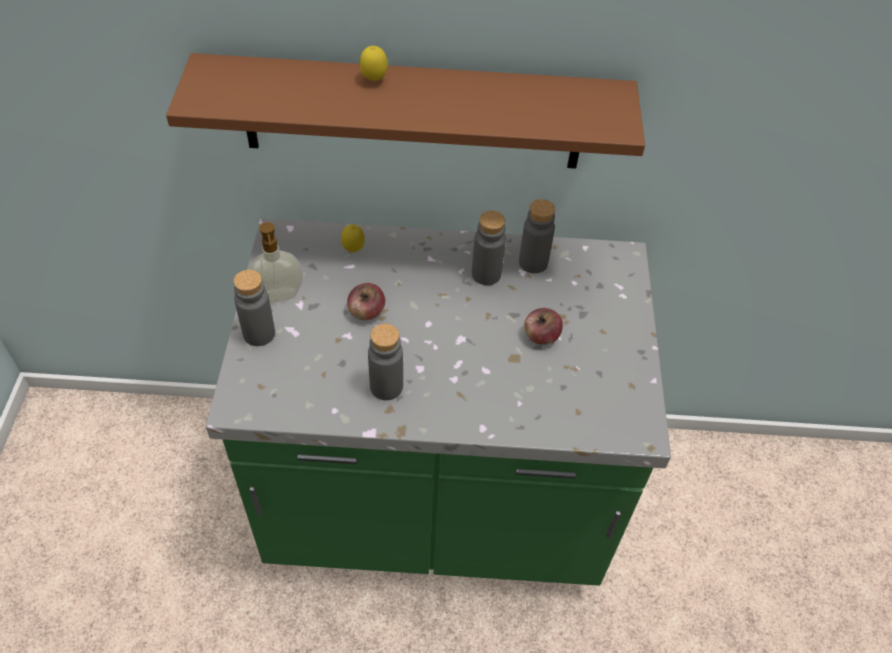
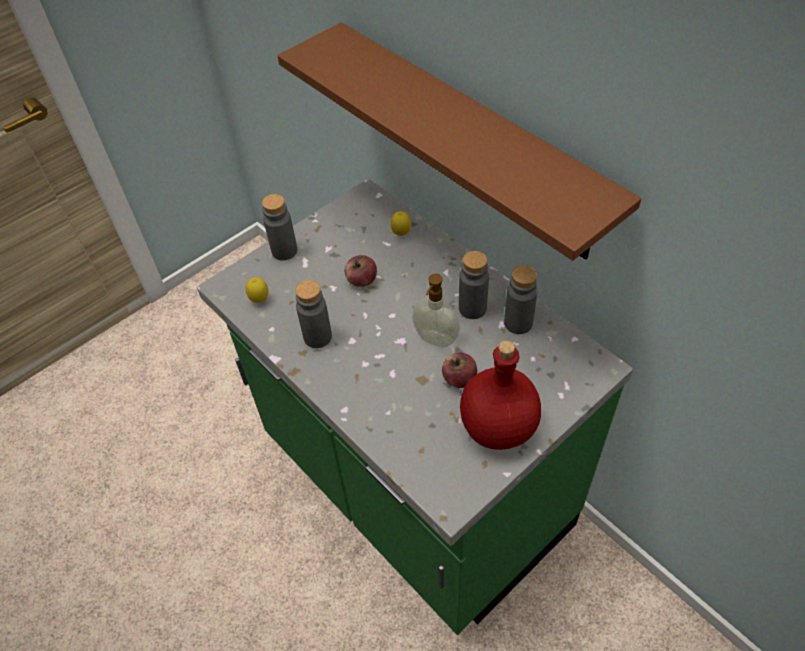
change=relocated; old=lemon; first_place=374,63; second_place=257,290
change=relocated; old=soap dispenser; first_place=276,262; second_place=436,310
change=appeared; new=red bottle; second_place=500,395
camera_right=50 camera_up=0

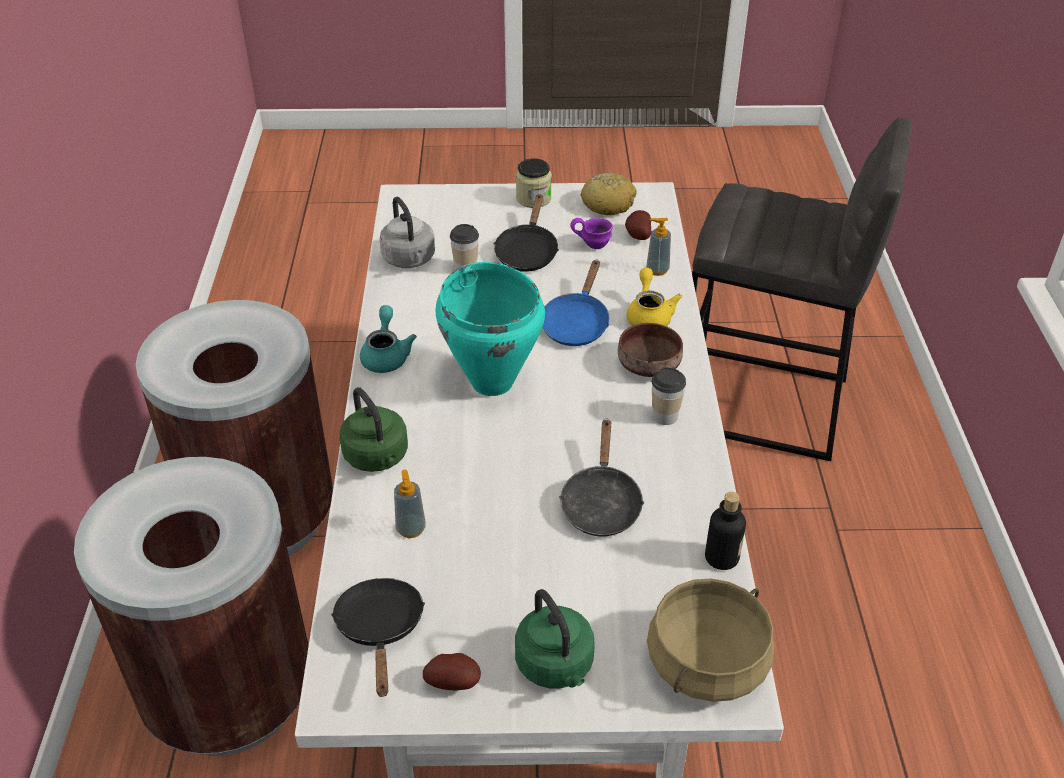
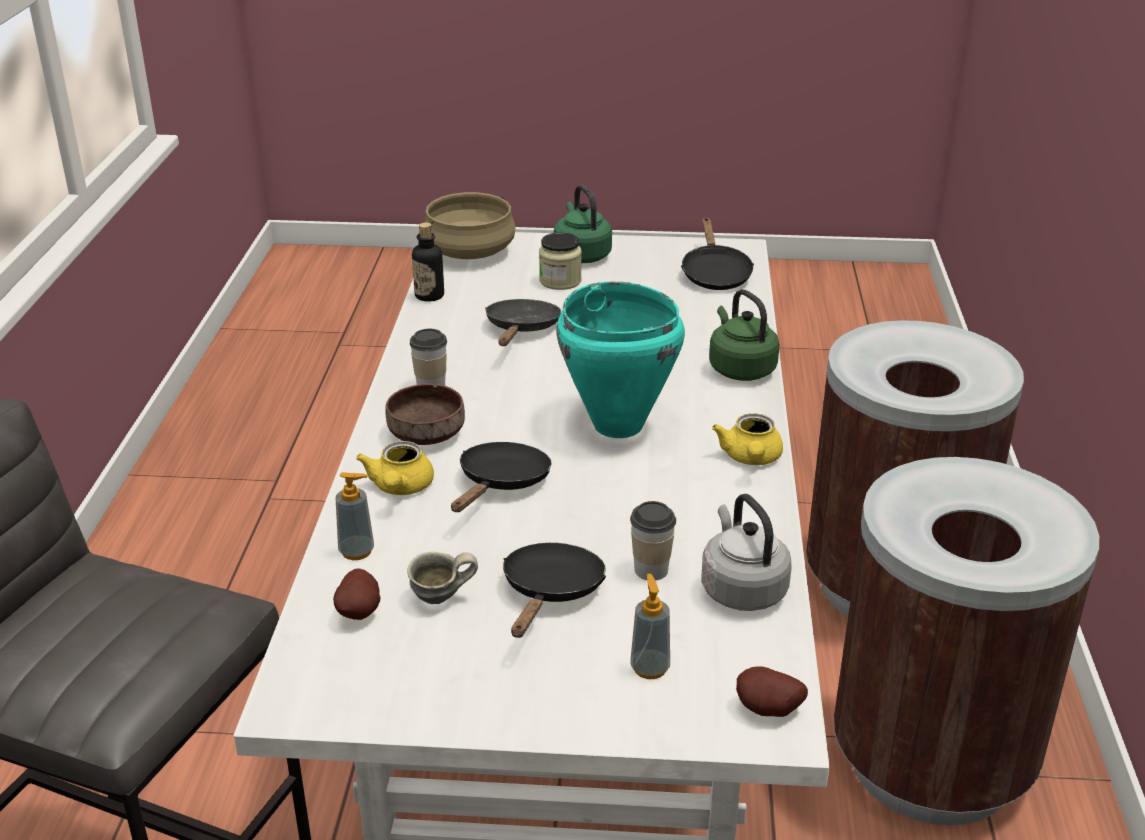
change=colour; old=purple mug; new=grey mug; first_place=591,233; second_place=442,578
change=colour; old=blue frying pan; new=black frying pan; first_place=575,302; second_place=501,477
change=relocated; old=jar; first_place=534,183; second_place=560,261
change=relocated; old=soap dispenser; first_place=410,504; second_place=650,626
change=colour; old=turquoise teapot; new=yellow teapot; first_place=388,339; second_place=747,439
change=relocated; old=potato; first_place=452,672; second_place=772,691
change=missing; old=bread; first_place=608,194
camera_right=-175 camera_up=-10

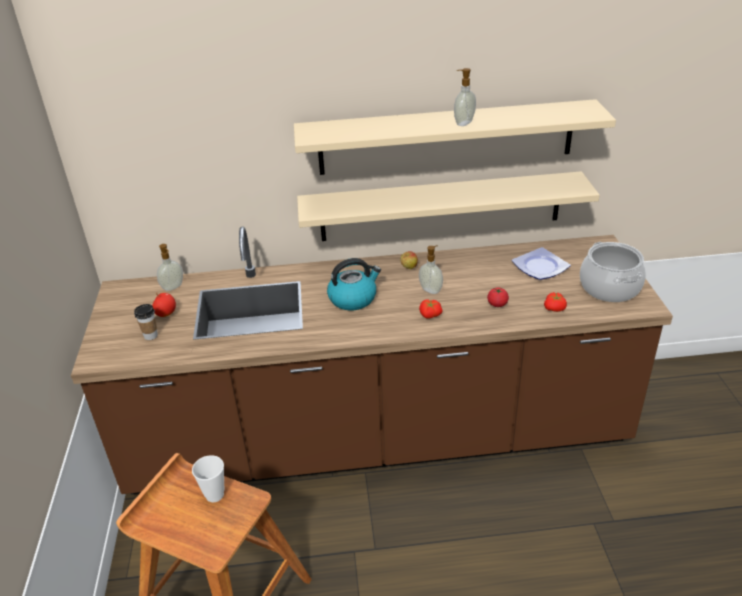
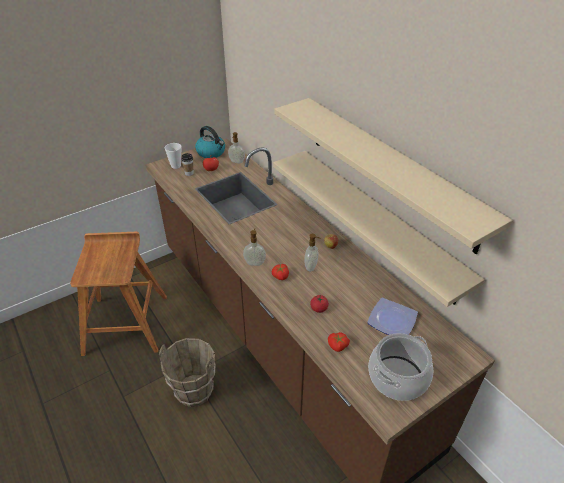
change=appeared; new=brown bucket; second_place=187,372
change=relocated; old=cup; first_place=208,478; second_place=173,156
change=relocated; old=kettle; first_place=354,284; second_place=210,142
change=relocated; old=soap dispenser; first_place=465,97; second_place=254,247
camera_right=60 camera_up=5

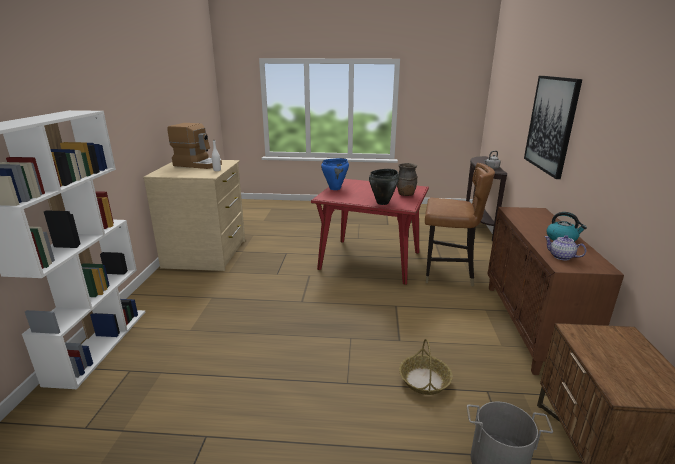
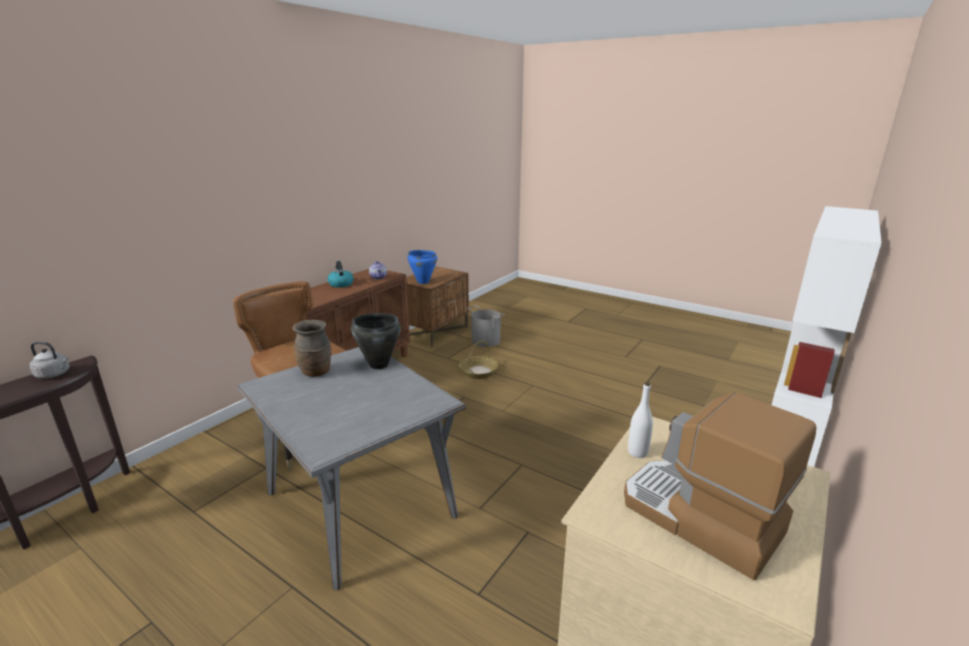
change=colour; old=red dining table; new=grey dining table; first_place=370,232; second_place=351,468
change=relocated; old=blue cooking pot; first_place=335,174; second_place=422,267
change=missing; old=picture; first_place=553,127
camera_right=-150 camera_up=0

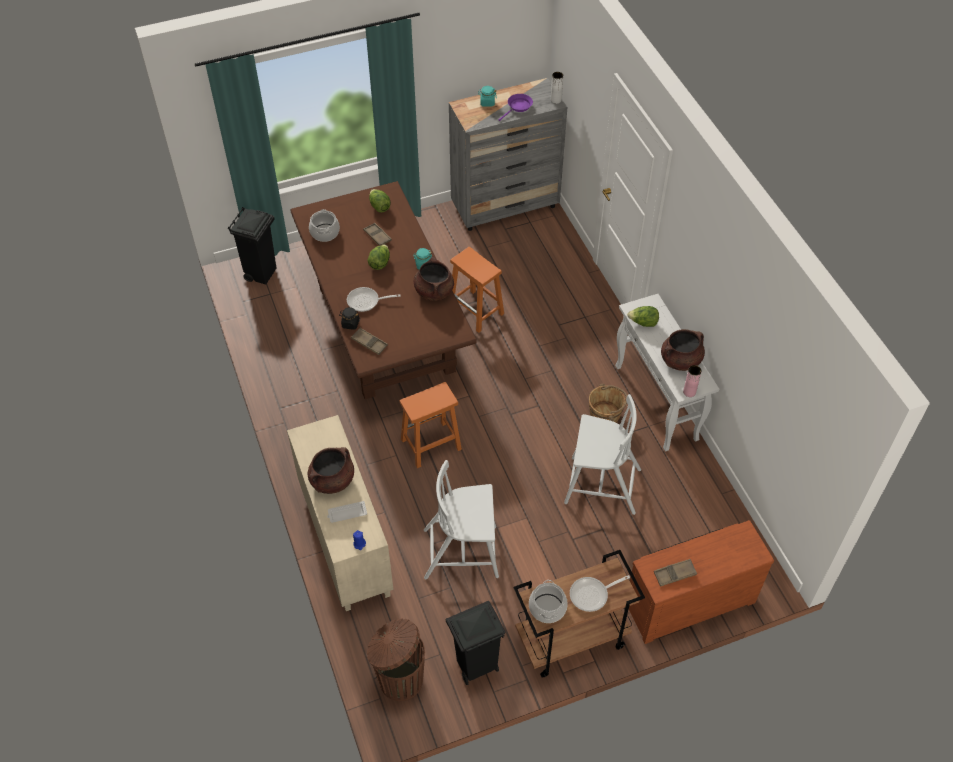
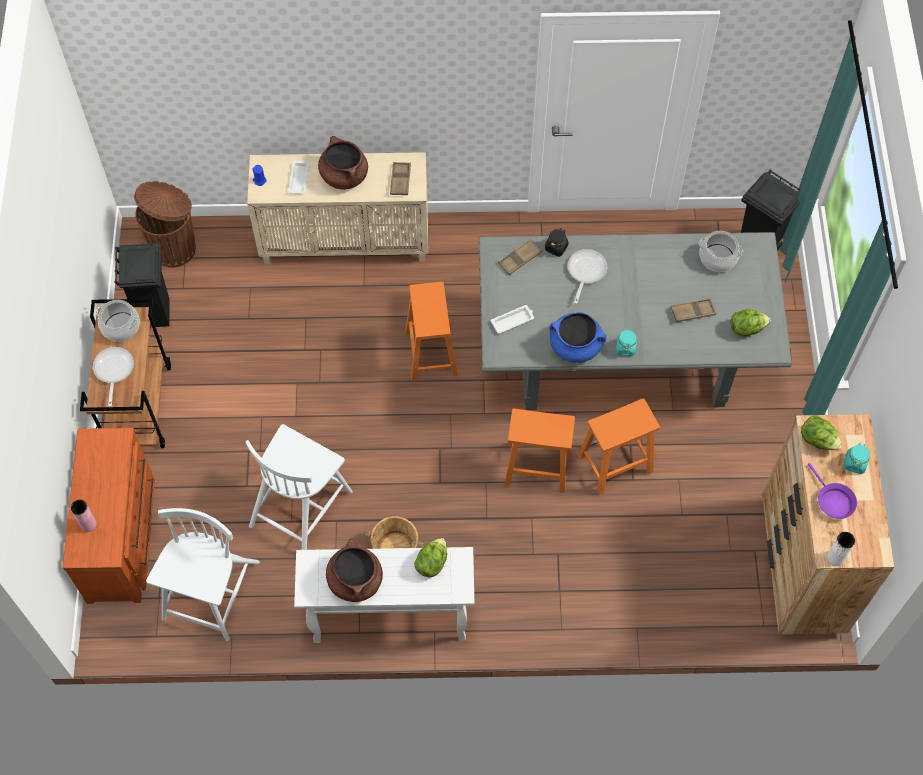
change=relocated; old=pink vase; first_place=692,381; second_place=84,516
change=relocated; old=white chair; first_place=461,519; second_place=203,574
change=relocated; old=brown tray; first_place=675,573; second_place=400,178
change=colour; old=brown dining table; new=grey dining table; first_place=383,290; second_place=635,321
change=appeared; new=white tray; second_place=512,319
change=appeared; new=orange stool; second_place=540,451
change=colour; old=brown cooking pot; new=blue cooking pot; first_place=434,279; second_place=578,337
change=colour; old=grey dresser; new=brown dresser; first_place=508,154; second_place=828,524
change=relocated; old=lettuce; first_place=378,257; second_place=821,433
camera_right=110 camera_up=10

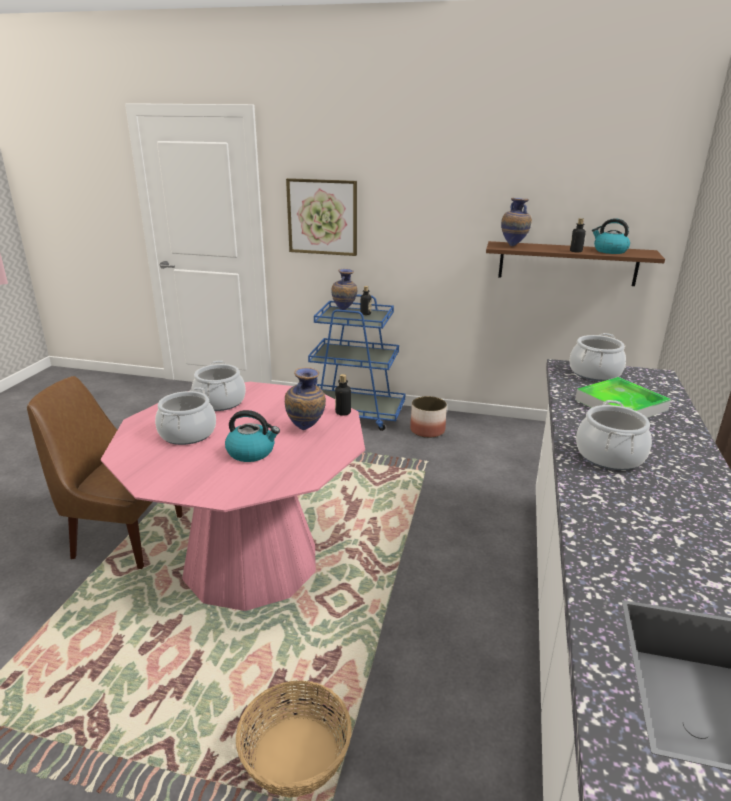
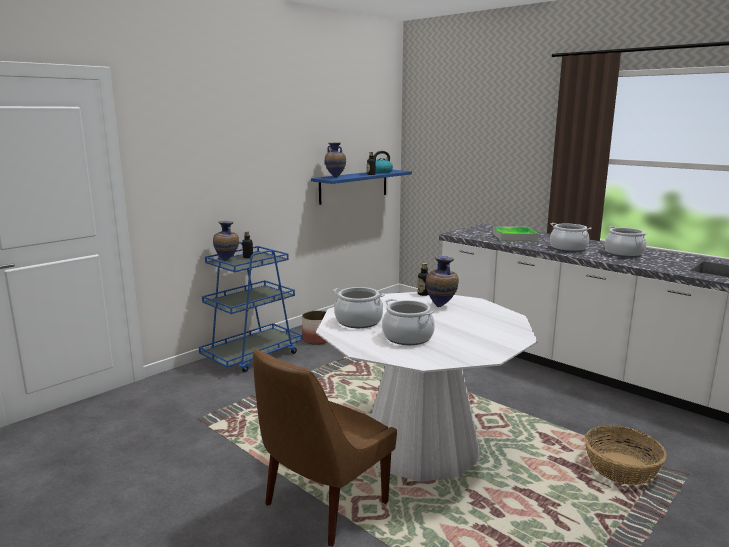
change=colour; old=brown shelf; new=blue shelf; first_place=575,263; second_place=361,187
change=colour; old=pink dining table; new=white dining table; first_place=233,496; second_place=427,387
change=relocated; old=cooking pot; first_place=598,357; second_place=626,242
change=missing; old=kettle; first_place=252,436
change=missing; old=picture; first_place=321,217
camera_right=-60 camera_up=-10

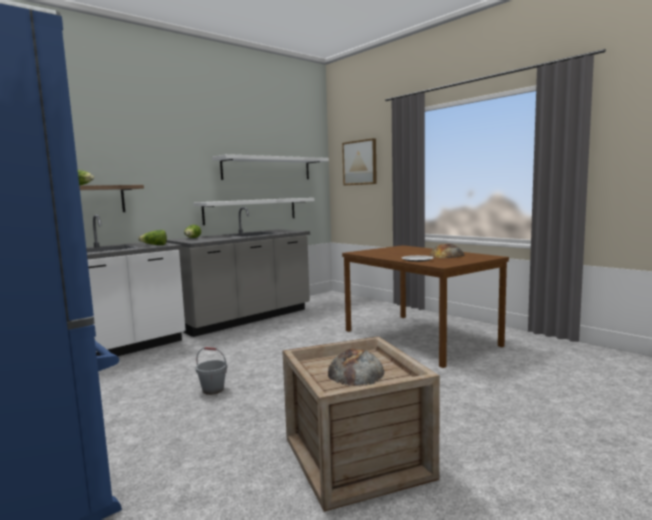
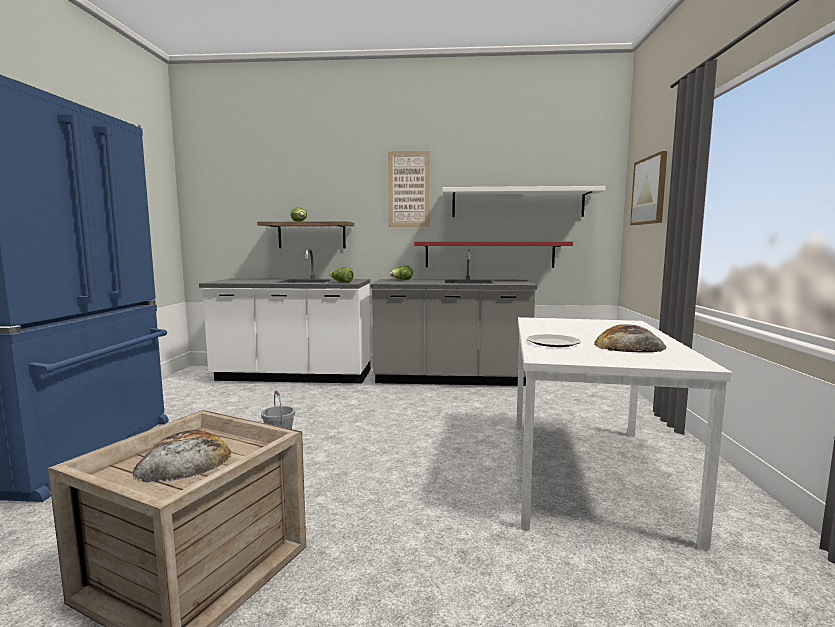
change=appeared; new=picture; second_place=409,189
change=colour; old=white shelf; new=red shelf; first_place=253,211; second_place=493,254
change=colour; old=brown dining table; new=white dining table; first_place=425,306; second_place=624,433
camera_right=45 camera_up=0

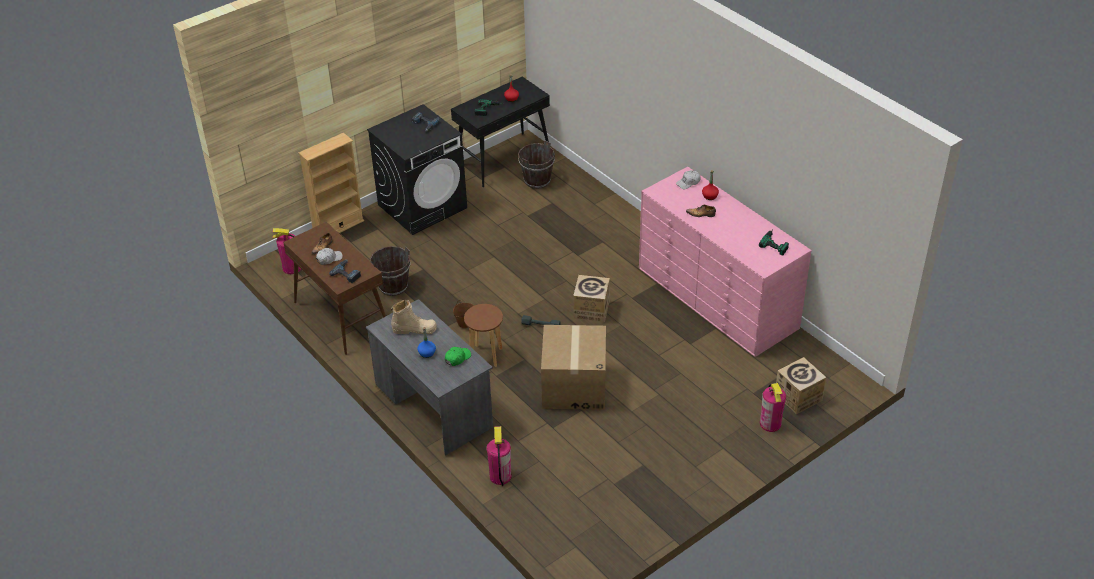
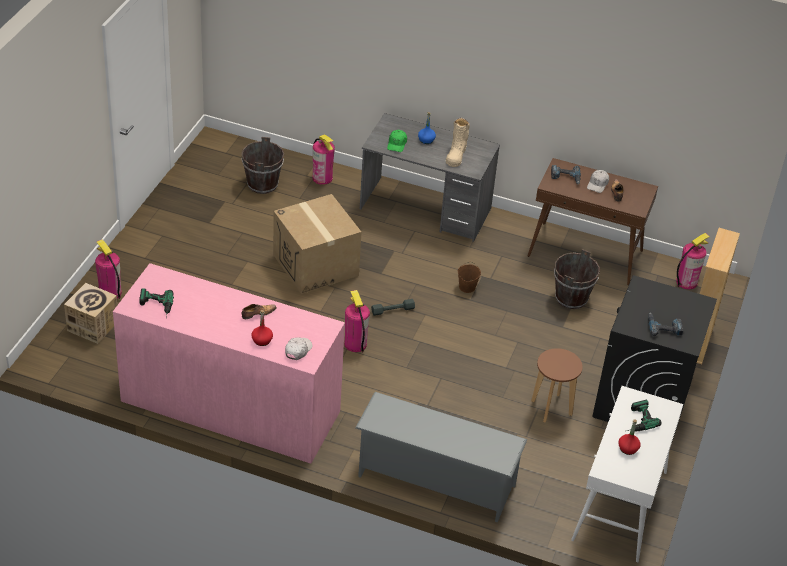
change=relocated; old=brown bucket; first_place=536,165; second_place=262,165
change=exchanged; old=cardboard box; new=fire extinguisher; first_place=591,299; second_place=357,321
change=appeared; new=grey shoe rack; second_place=441,457
change=spun; old=beige boot; first_place=414,317; second_place=458,142; degrees=-45
change=relocated; old=brown stool; first_place=483,335; second_place=557,385
change=colour; old=black console table; new=white console table; first_place=500,131; second_place=627,474
camera_right=145 camera_up=0

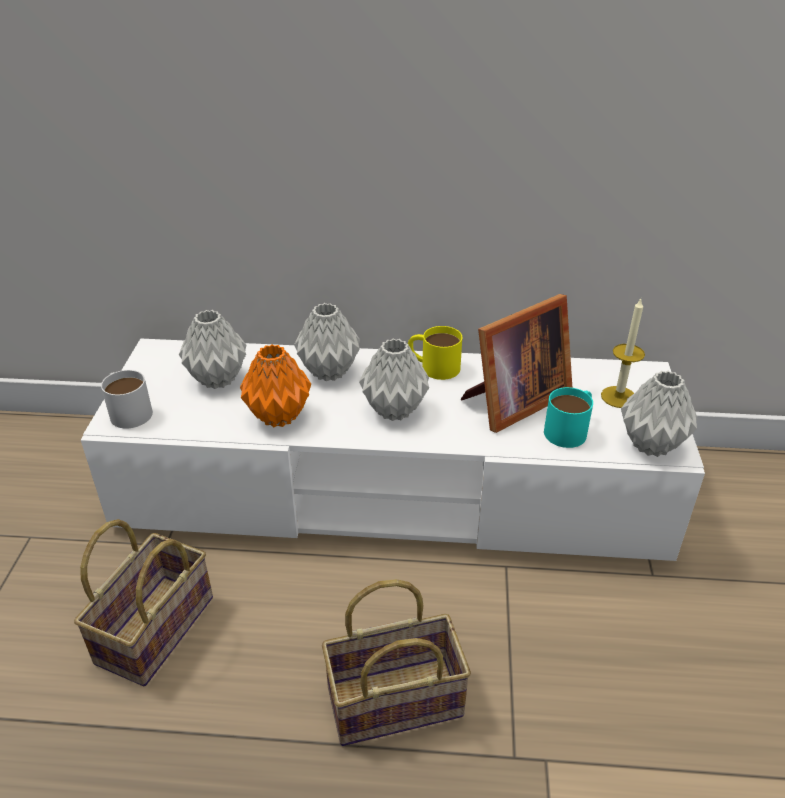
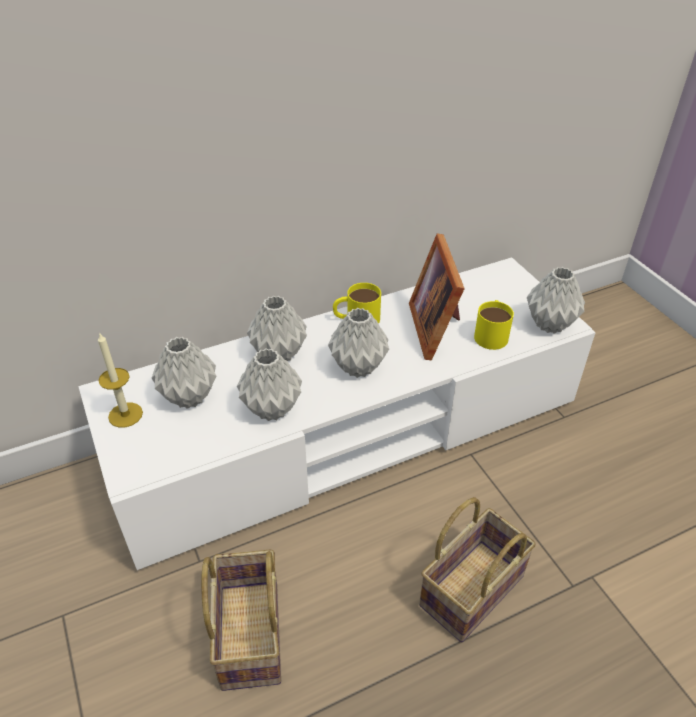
change=relocated; old=candle; first_place=623,353; second_place=120,380
change=colour; old=orange vase; new=grey vase; first_place=275,386; second_place=269,384
change=spun; old=picture frame; first_place=516,363; second_place=437,296; degrees=150
change=colour; old=turquoise mug; new=yellow mug; first_place=568,417; second_place=494,325
change=missing; old=white mug; first_place=127,399
camera_right=-30 camera_up=5

